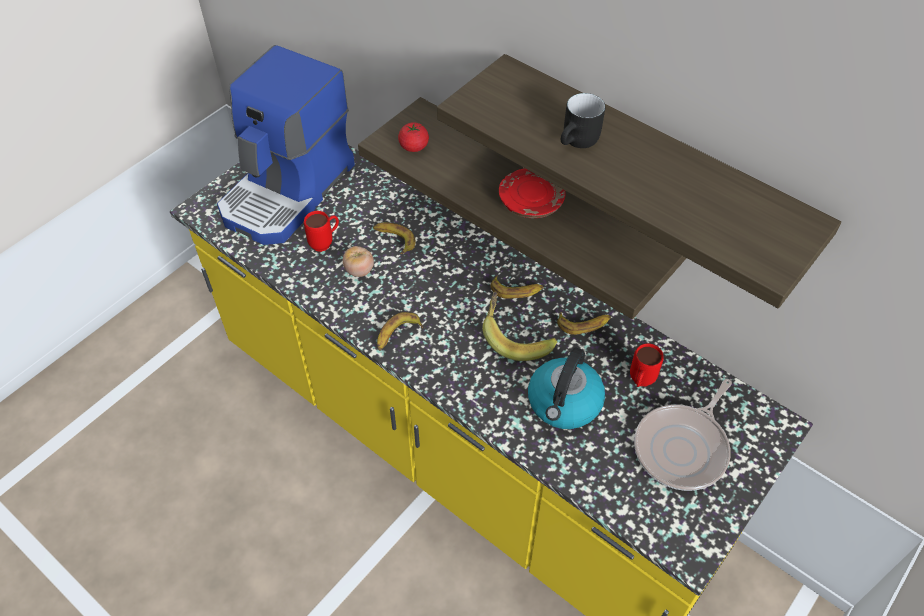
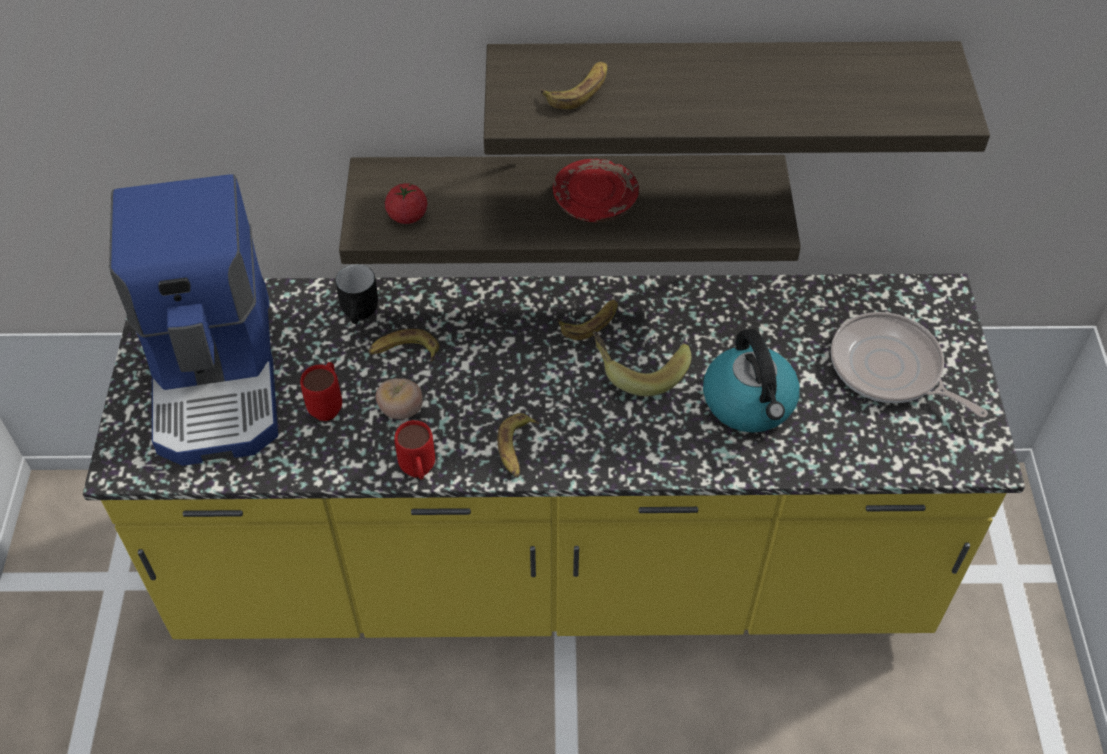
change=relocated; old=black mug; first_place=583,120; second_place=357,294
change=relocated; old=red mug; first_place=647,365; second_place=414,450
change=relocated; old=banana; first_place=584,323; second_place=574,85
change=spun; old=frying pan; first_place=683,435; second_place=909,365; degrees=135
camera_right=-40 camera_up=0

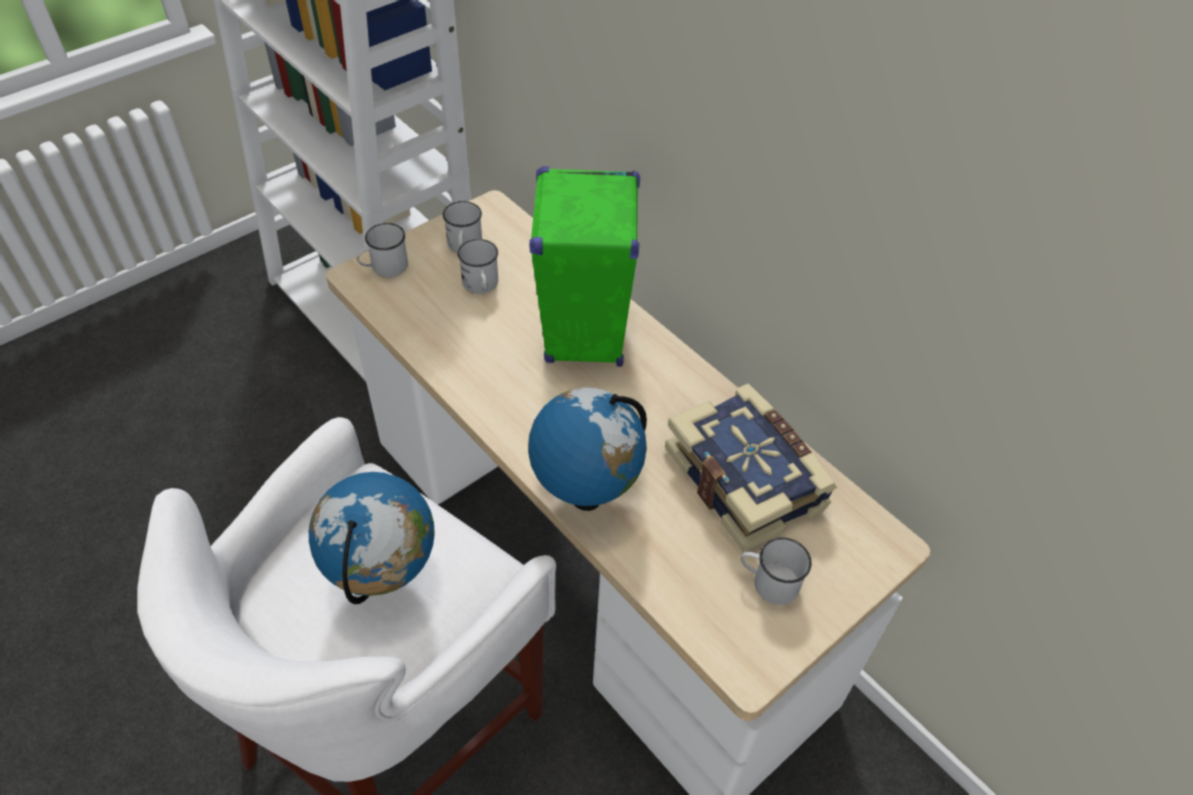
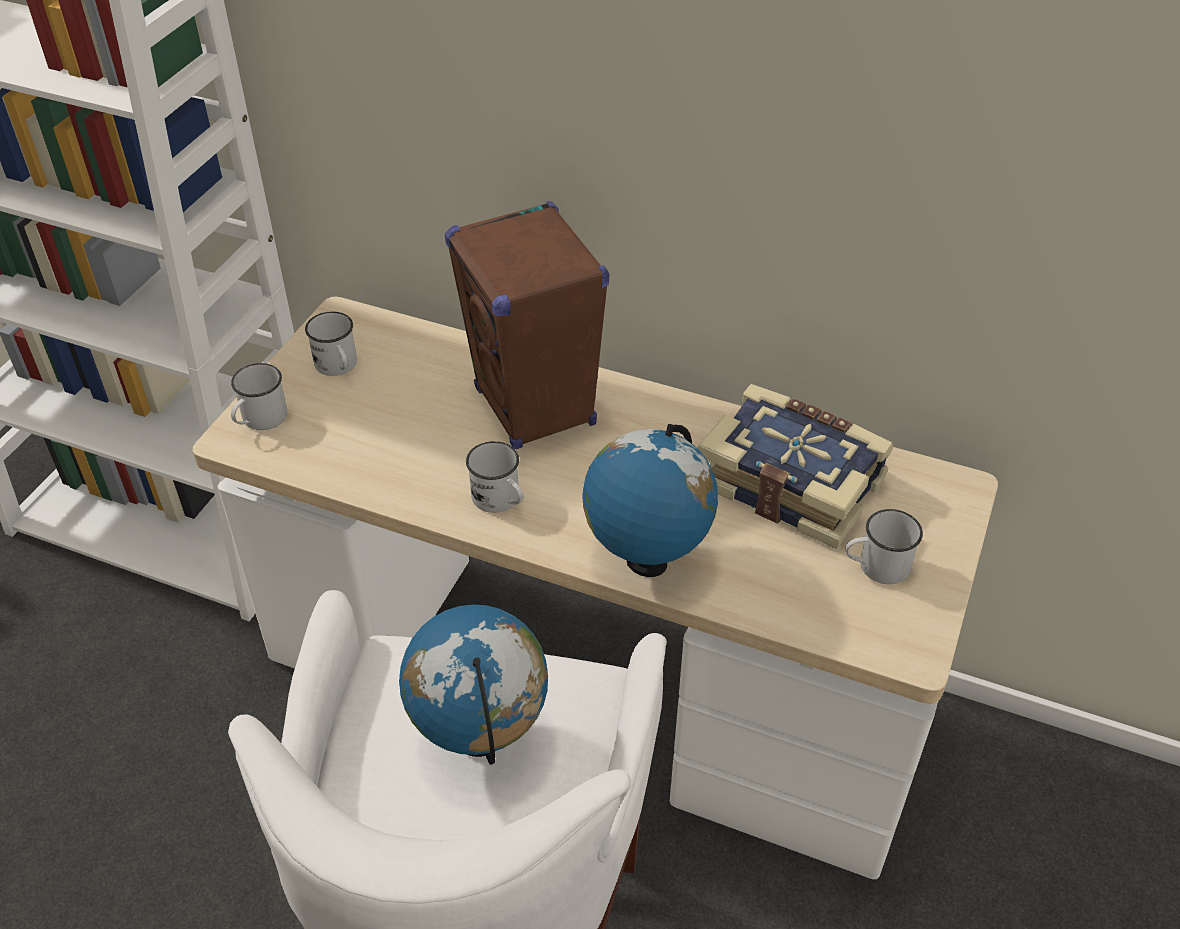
change=colour; old=green speaker; new=brown speaker; first_place=584,266; second_place=527,325
change=relocated; old=white mug; first_place=478,266; second_place=495,477
camera_right=-25 camera_up=-5

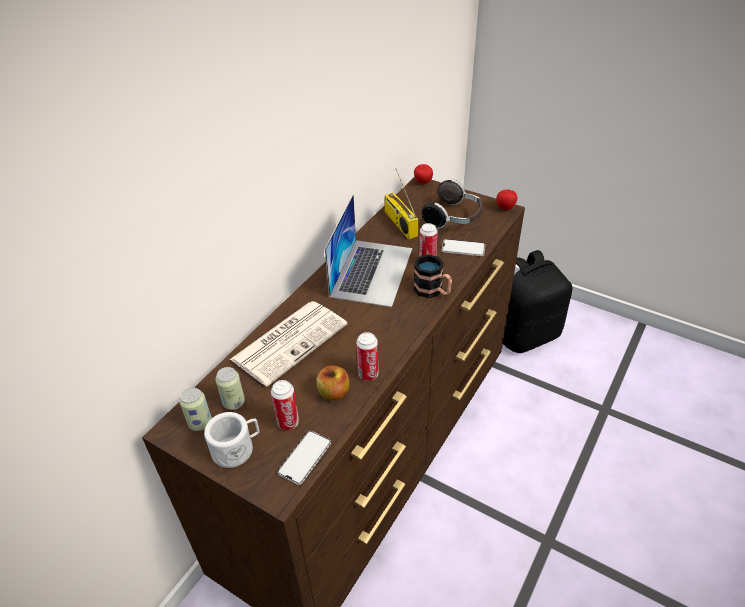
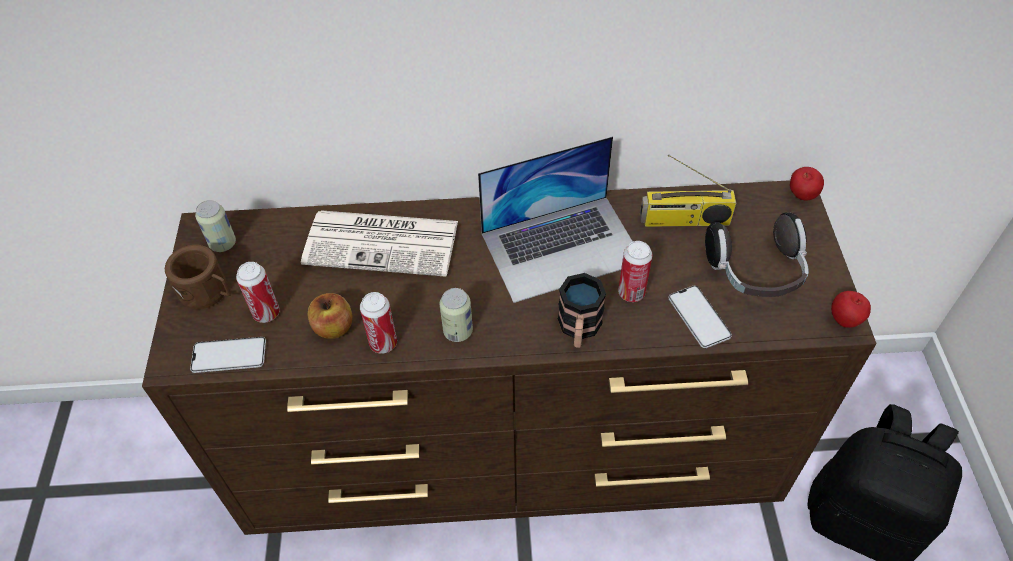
change=colour; old=white mug; new=brown mug; first_place=232,440; second_place=198,277
change=relocated; old=can; first_place=230,388; second_place=456,315
change=spun; old=radio; first_place=401,204; second_place=688,190; degrees=-120
camera_right=55 camera_up=10

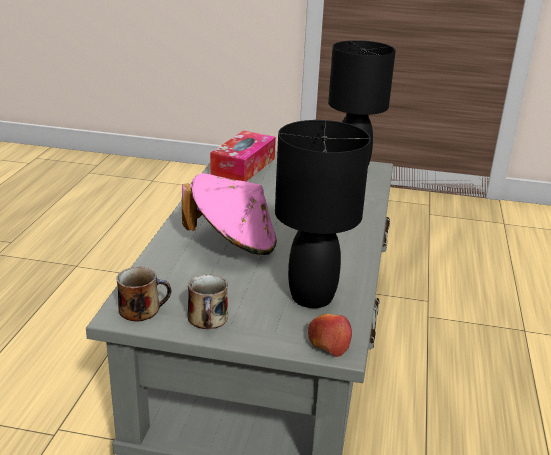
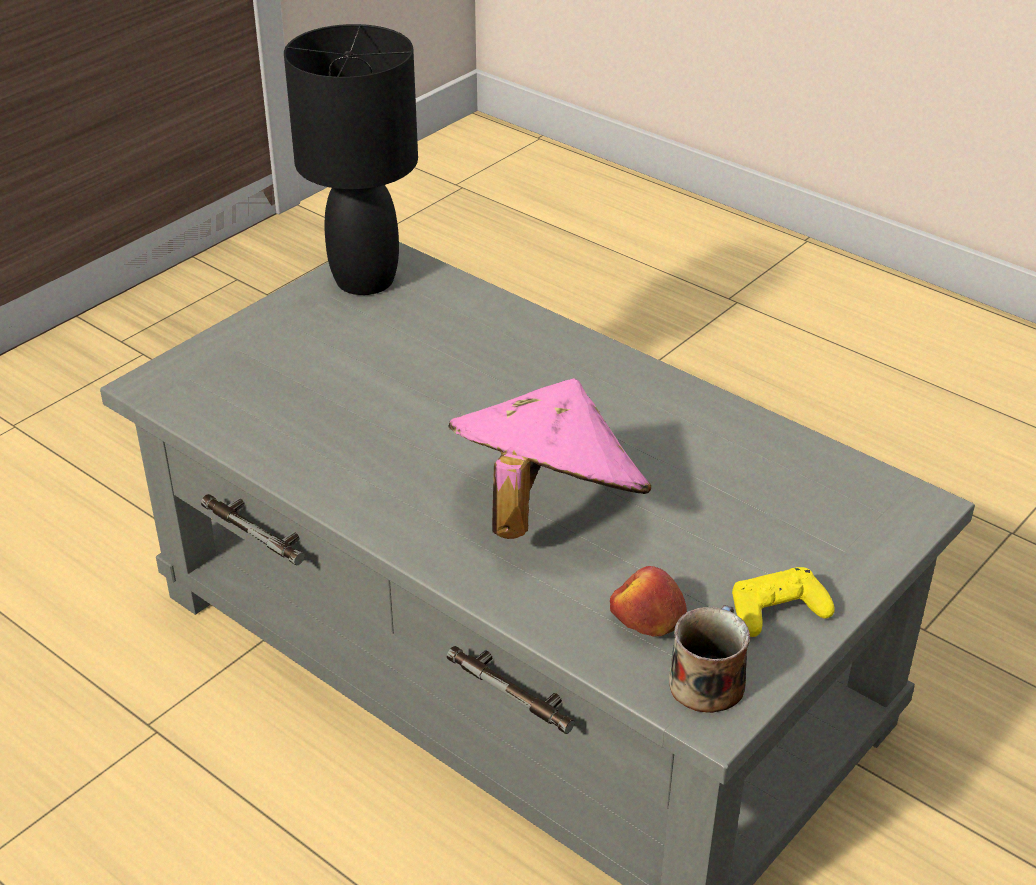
change=relocated; old=apple; first_place=330,335; second_place=648,601
change=exchanged; old=mug; new=yellow game controller; first_place=208,301; second_place=783,602
change=missing; old=tissue box; first_place=243,156
change=missing; old=black table lamp; first_place=323,214
camera_right=-60 camera_up=10

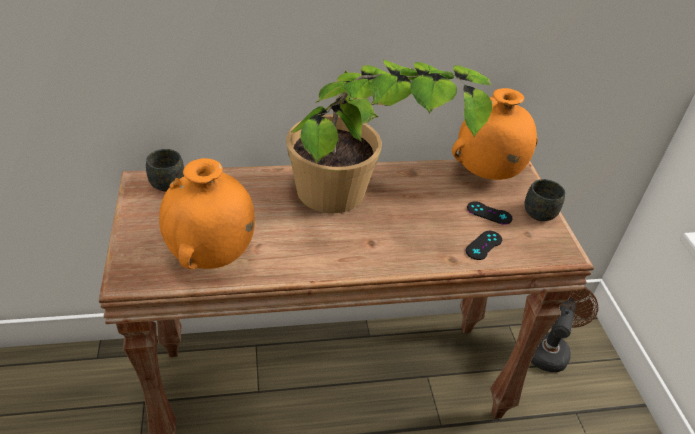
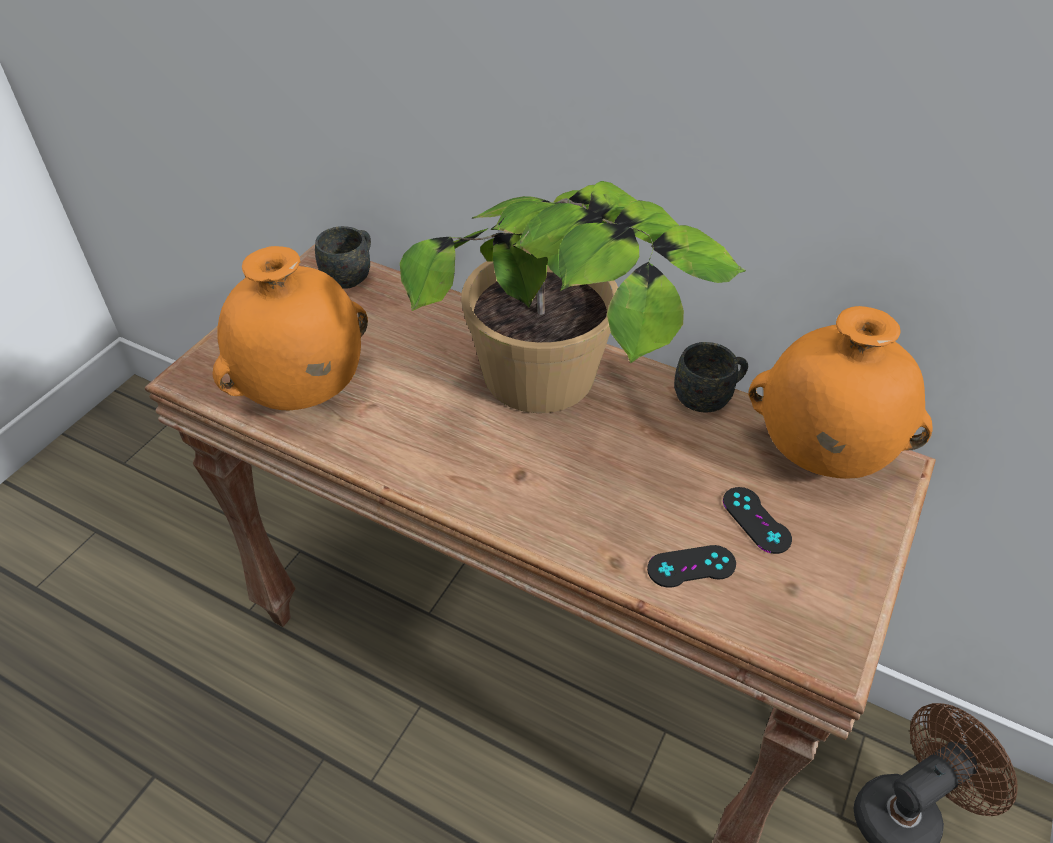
change=relocated; old=grey mug; first_place=544,200; second_place=711,377
camera_right=40 camera_up=5

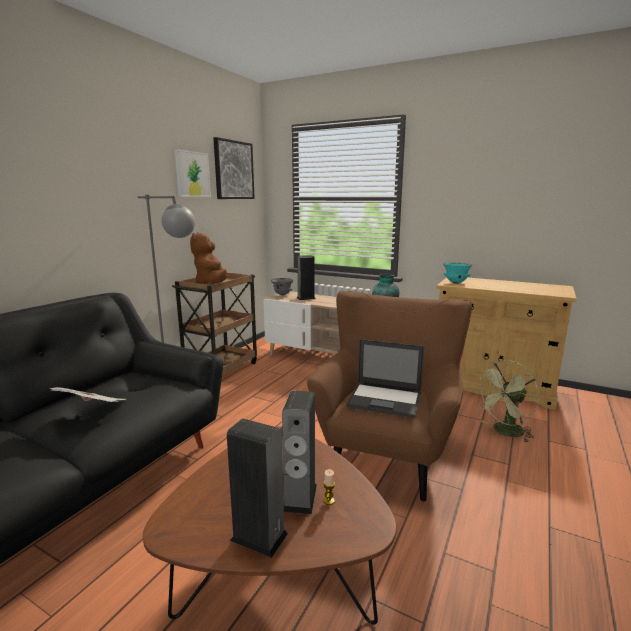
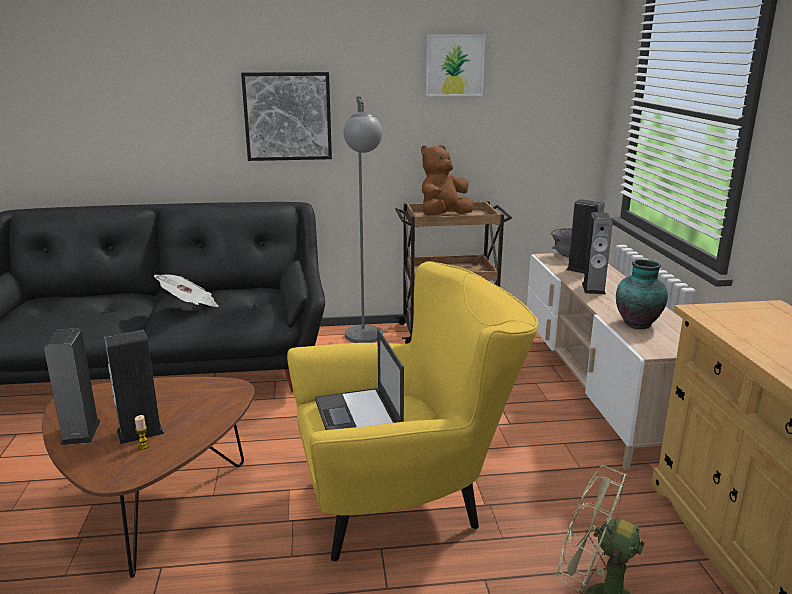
change=relocated; old=picture; first_place=234,168; second_place=286,116
change=colour; old=brown armchair; new=yellow armchair; first_place=389,396; second_place=413,411
change=appeared; new=speaker; second_place=597,253
change=missing; old=turquoise bowl; first_place=457,273
camera_right=55 camera_up=5

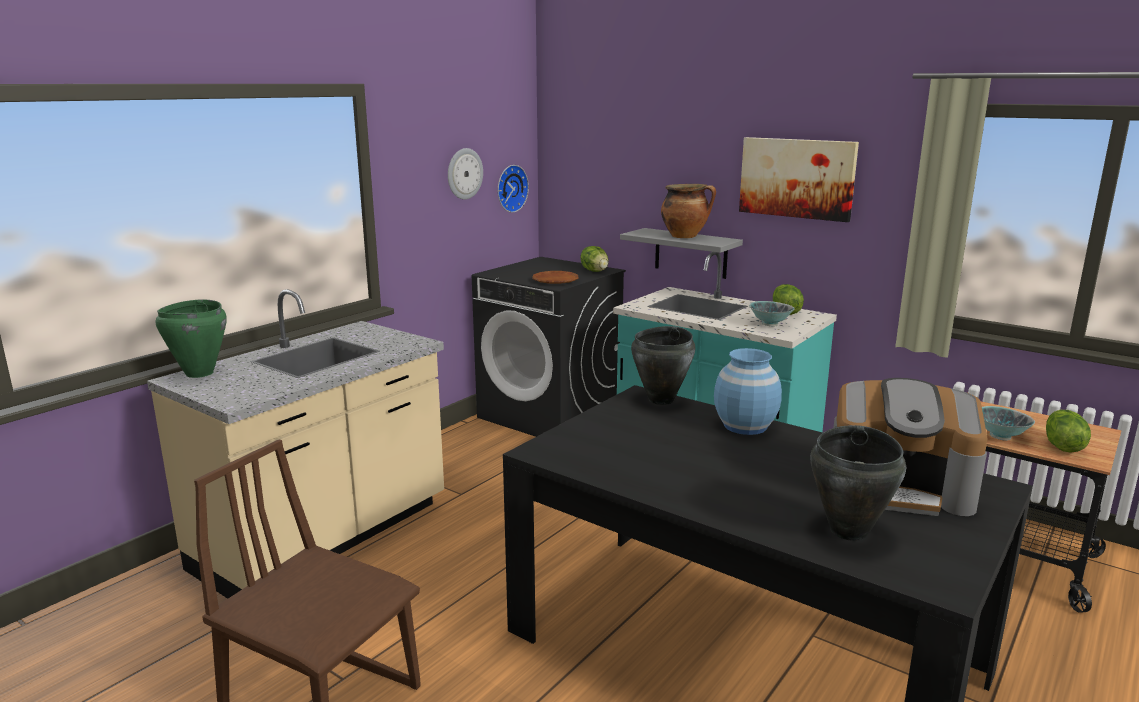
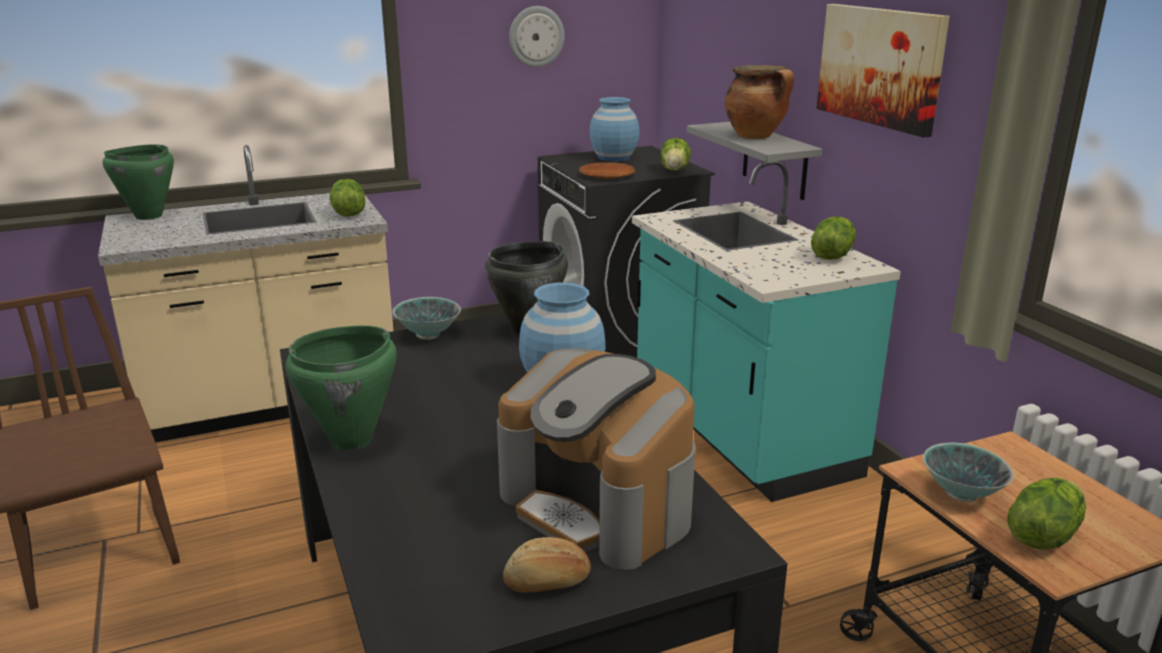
change=appeared; new=green cooking pot; second_place=341,388
change=appeared; new=lettuce; second_place=347,198
change=relocated; old=bowl; first_place=772,313; second_place=427,318
change=appeared; new=bread; second_place=547,565
change=appeared; new=blue vase; second_place=614,129
change=missing; old=wall clock; first_place=513,189
change=missing; old=black cooking pot; first_place=858,483
camera_right=30 camera_up=5

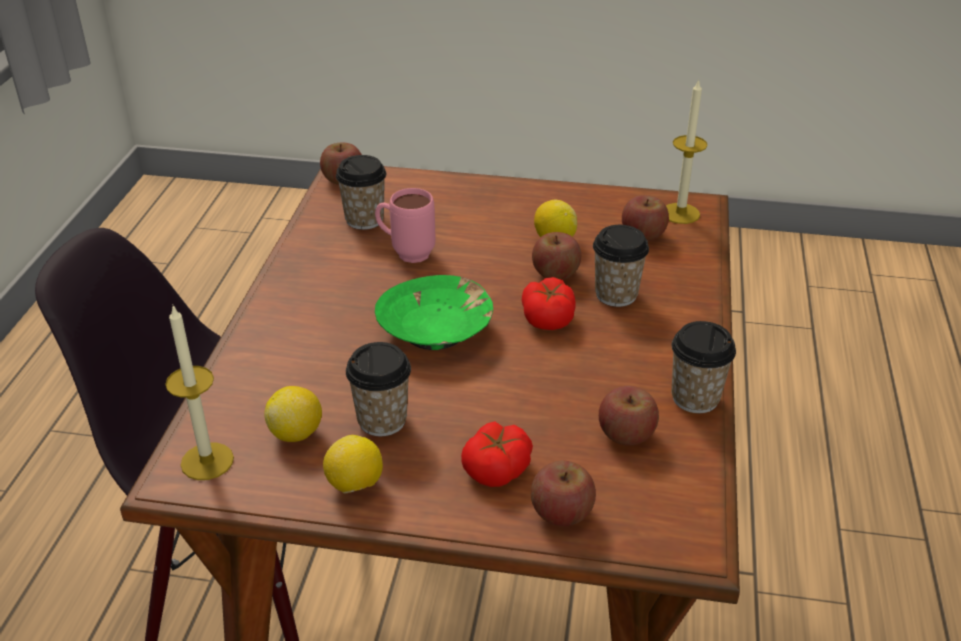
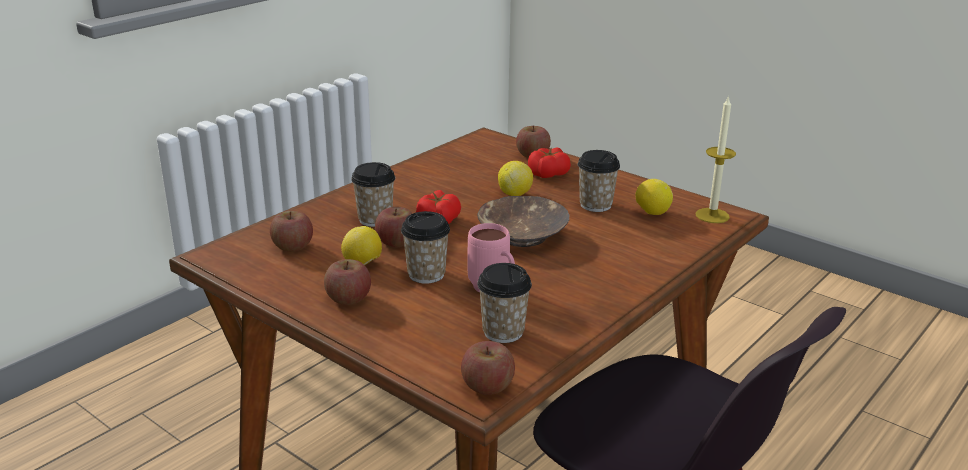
change=relocated; old=apple; first_place=629,416; second_place=347,282
change=relocated; old=cup; first_place=704,367; second_place=425,247
change=colour; old=green bowl; new=brown bowl; first_place=434,312; second_place=523,221
change=relocated; old=lemon; first_place=353,464; second_place=515,178
change=missing; old=candle; first_place=686,151
camera_right=-150 camera_up=-10

